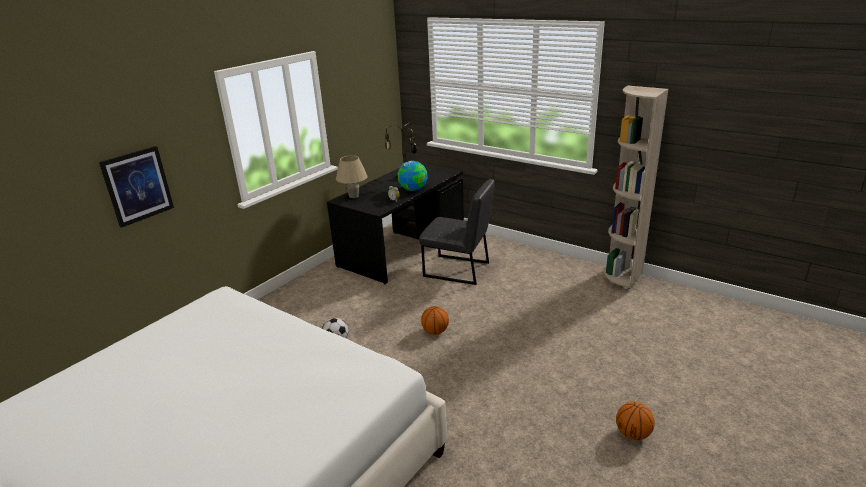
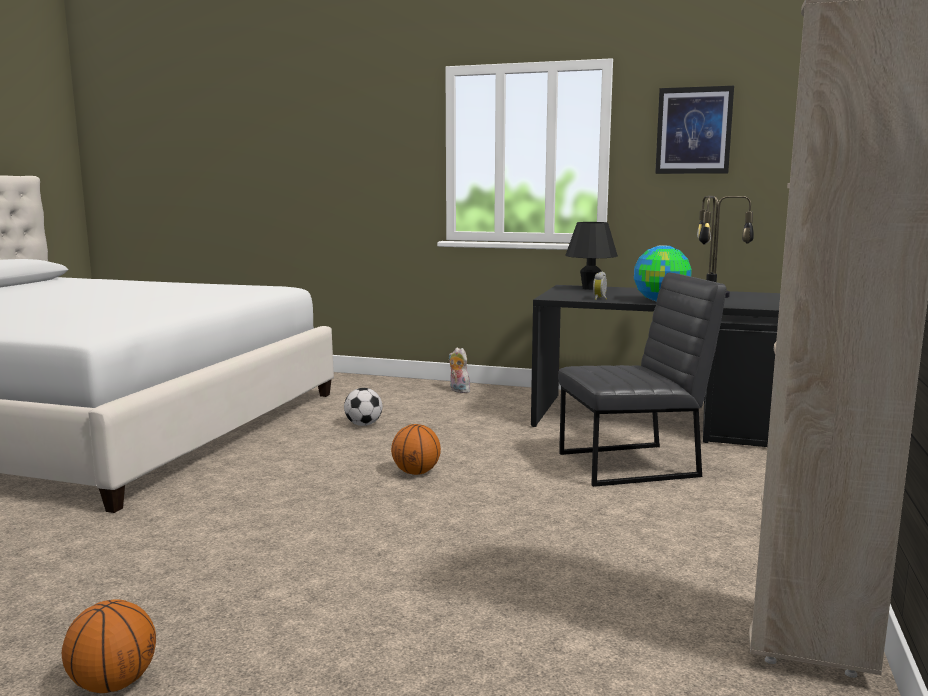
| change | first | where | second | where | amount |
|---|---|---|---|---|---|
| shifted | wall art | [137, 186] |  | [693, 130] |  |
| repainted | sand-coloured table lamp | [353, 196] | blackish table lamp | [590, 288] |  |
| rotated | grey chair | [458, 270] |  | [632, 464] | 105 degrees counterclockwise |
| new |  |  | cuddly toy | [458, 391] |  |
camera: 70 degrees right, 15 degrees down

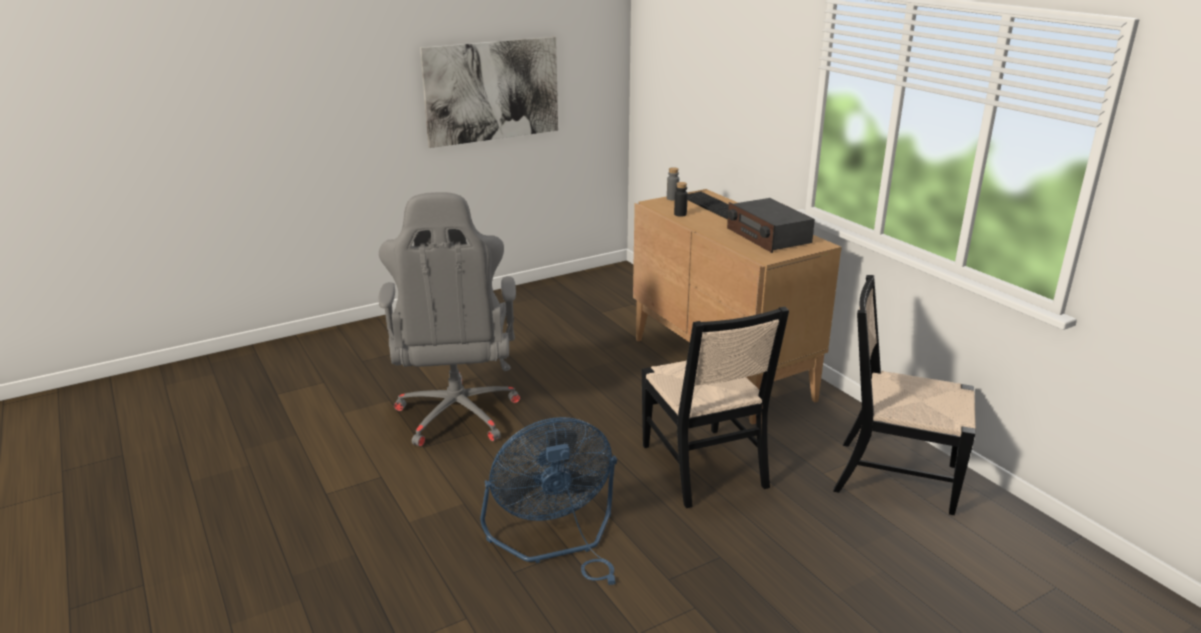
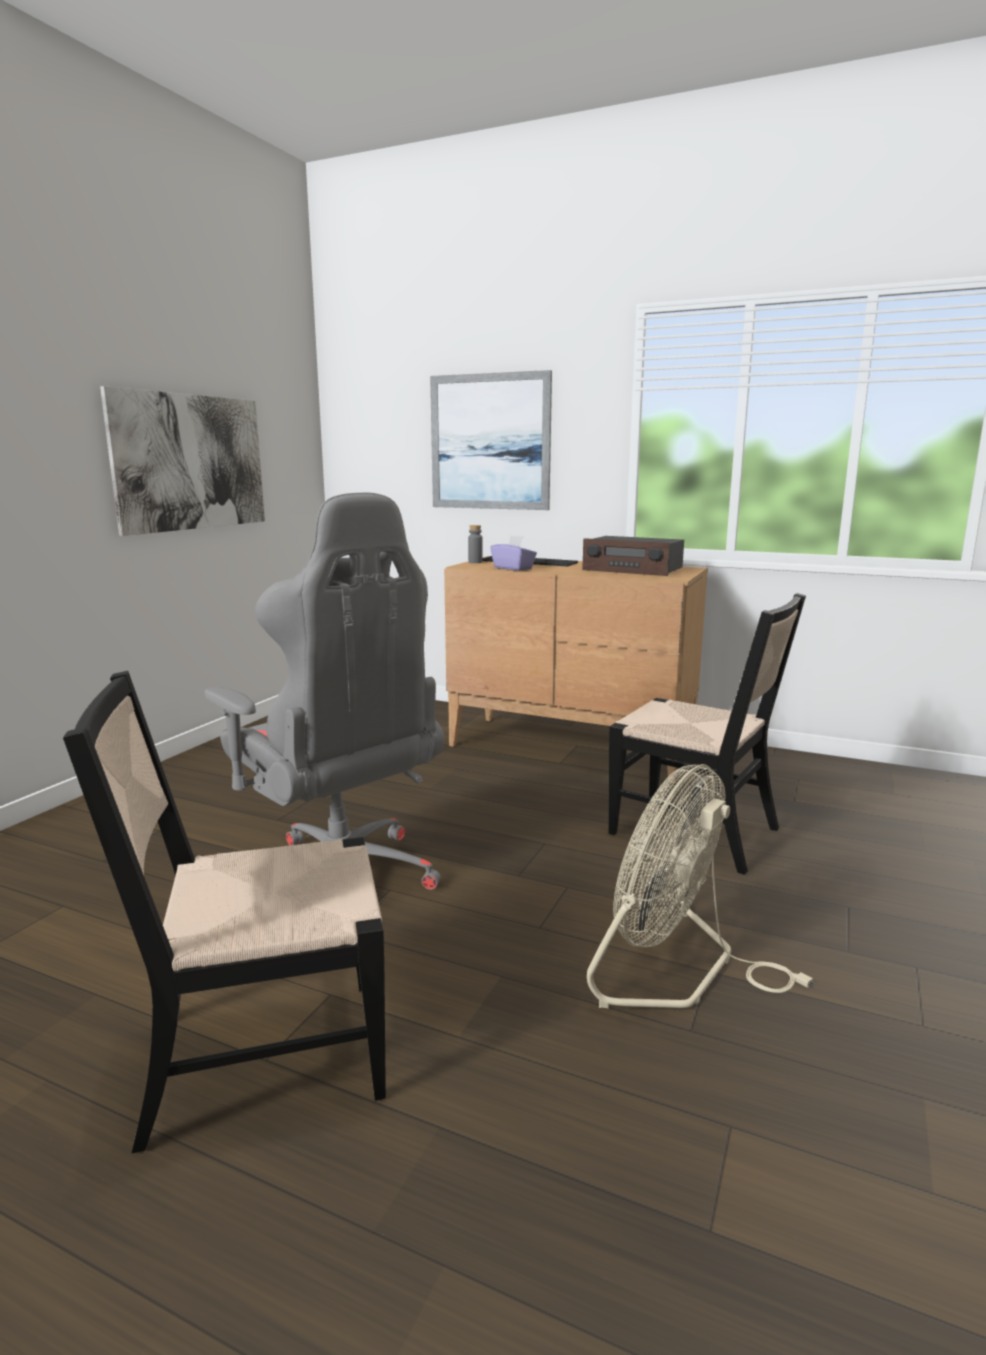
| change | first | where | second | where | amount |
|---|---|---|---|---|---|
| repainted | blue-coloured cooling fan | [562, 542] | sand-coloured cooling fan | [686, 966] |  |
| swapped | blackish drink bottle | [680, 214] | purplish tissue box | [513, 568] |  |
| shifted | chair | [894, 477] |  | [265, 1056] |  |
| new |  |  | wall art | [490, 442] |  |
camera: 35 degrees left, 10 degrees down

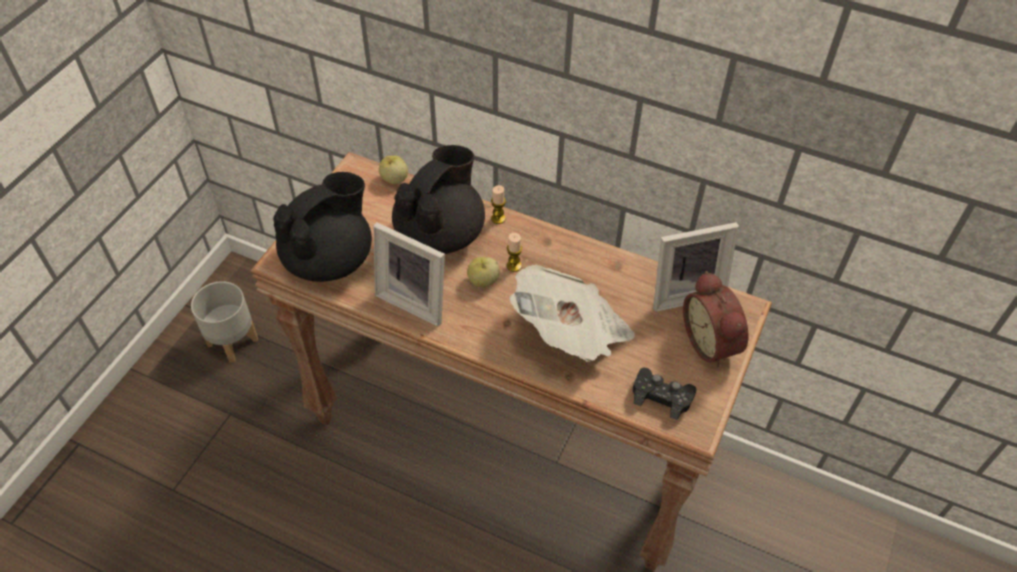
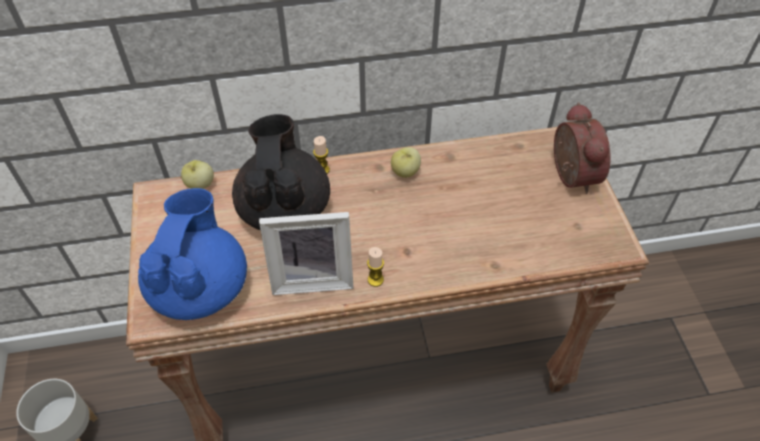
| change | first | where | second | where | amount |
|---|---|---|---|---|---|
| repainted | blackish pot for tea | [330, 259] | blue-coloured pot for tea | [200, 287] |  |
| shifted | whole apple | [483, 281] |  | [405, 172] |  |
| shifted | wax candle | [514, 266] |  | [375, 279] |  |
| gone | printed paper | [571, 332] |  |  |  |
| gone | blackish game controller | [662, 396] |  |  |  |
| gone | photo frame | [684, 291] |  |  |  |
| rotated | table clock | [712, 342] |  | [569, 175] | 135 degrees counterclockwise |
camera: 35 degrees left, 0 degrees up

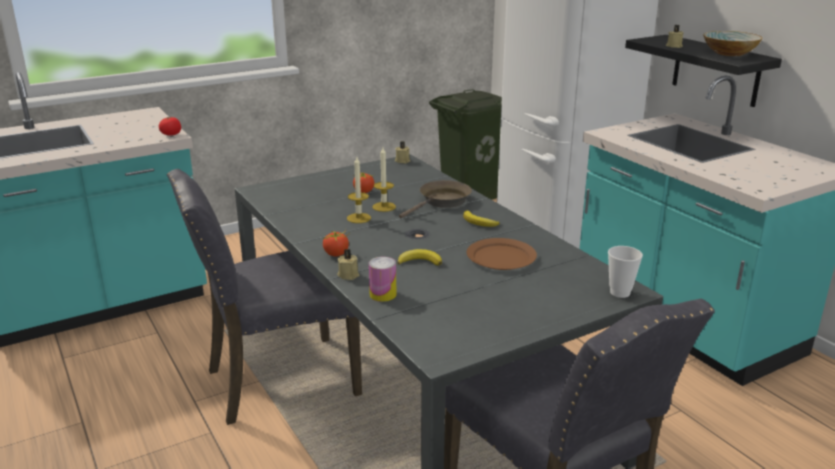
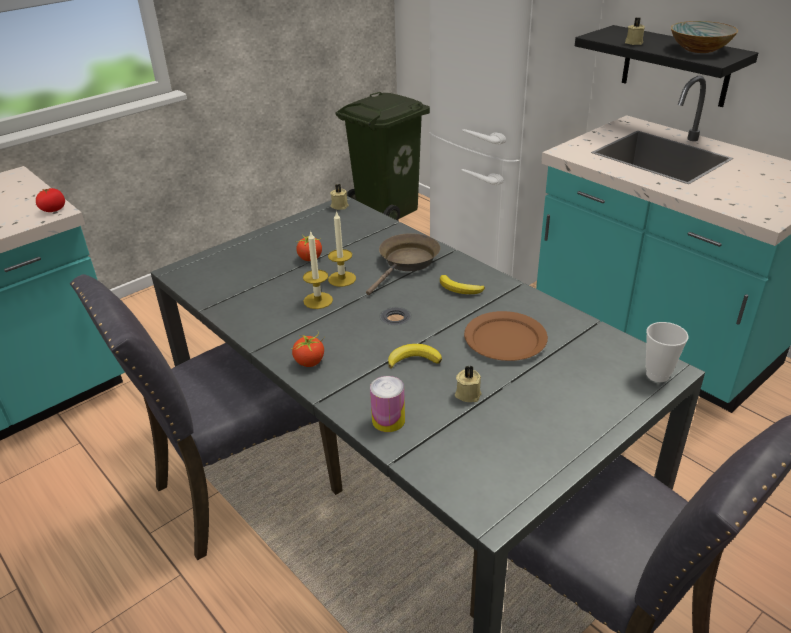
| change | first | where | second | where | amount |
|---|---|---|---|---|---|
| shifted | sand-coloured wax candle | [348, 275] |  | [467, 393] |  |
camera: 10 degrees left, 10 degrees up

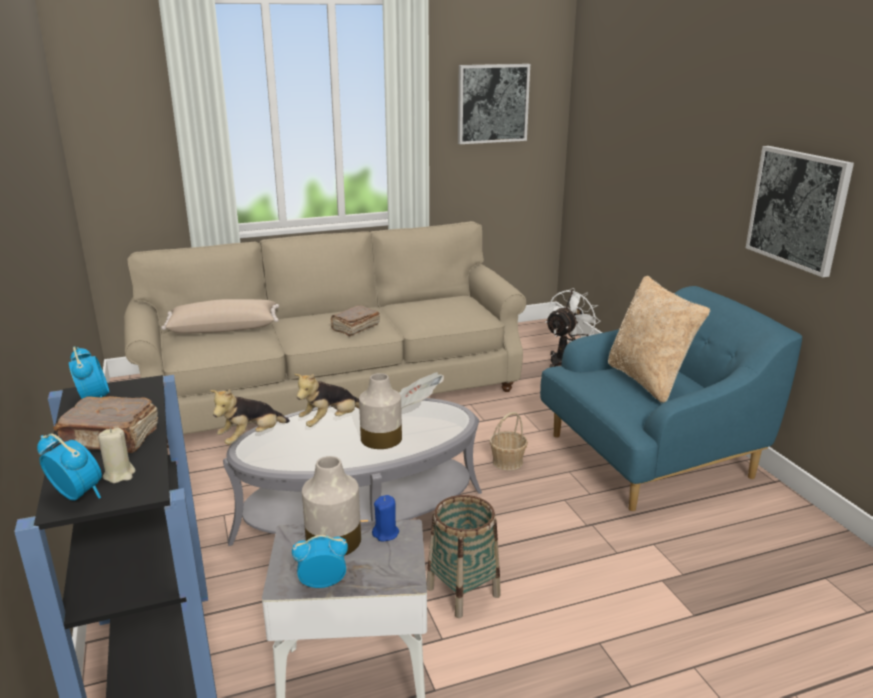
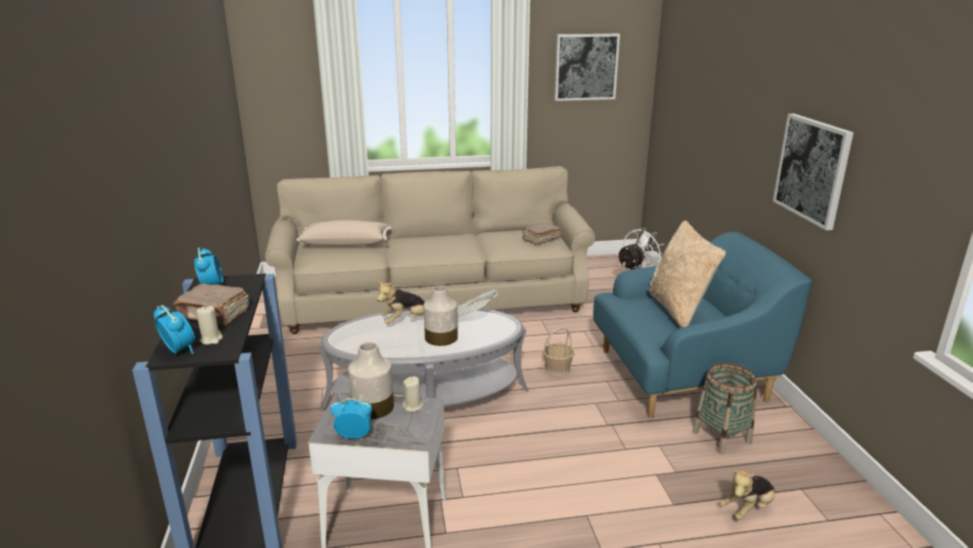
| change | first | where | second | where | amount |
|---|---|---|---|---|---|
| shifted | cuddly toy | [251, 438] |  | [748, 509] |  |
| shifted | brown bound book | [355, 328] |  | [540, 239] |  |
| repainted | blue-coloured wax candle | [386, 533] | sand-coloured wax candle | [413, 406] |  |
| shifted | household basket | [463, 592] |  | [721, 437] |  |
camera: 10 degrees right, 0 degrees up

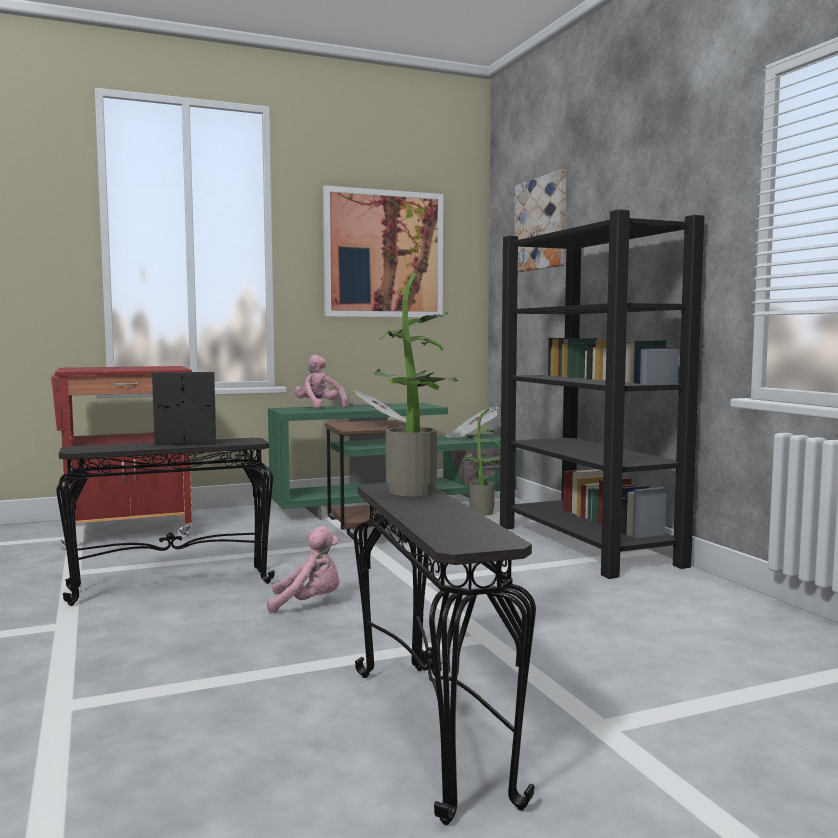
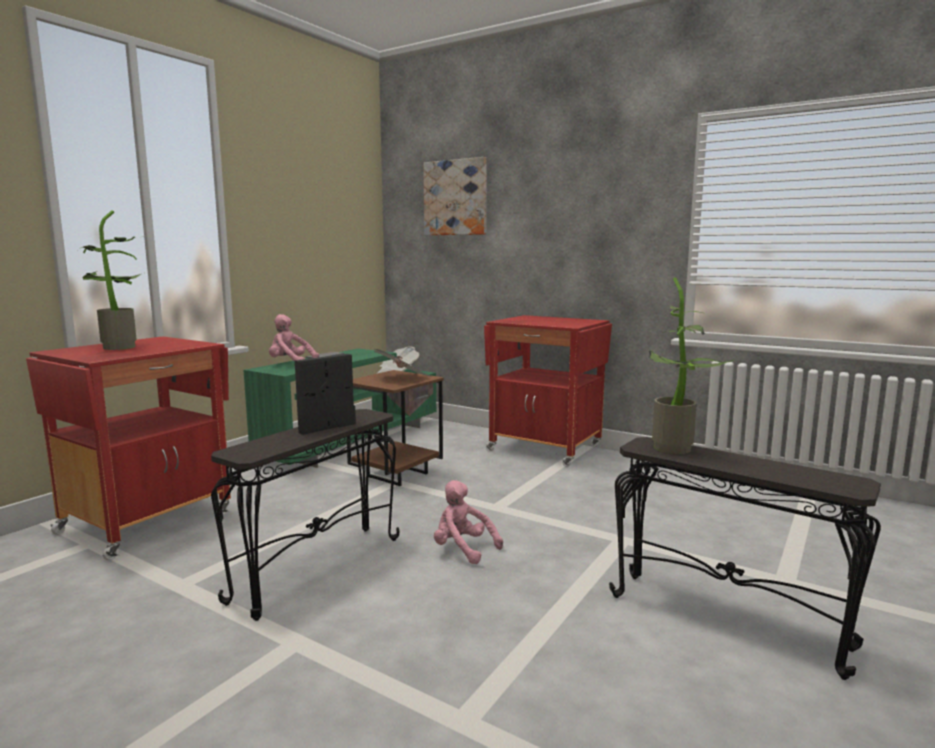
| change | first | where | second | where | amount |
|---|---|---|---|---|---|
| rotated | pinkish cuddly toy | [308, 603] |  | [463, 549] | 105 degrees counterclockwise |
| gone | wall art | [383, 254] |  |  |  |
| shifted | plant in a pot | [481, 514] |  | [119, 348] |  |
| swapped | blackish bookcase | [587, 545] | red-coloured wheeled cart | [546, 449] |  |
camera: 35 degrees left, 5 degrees up

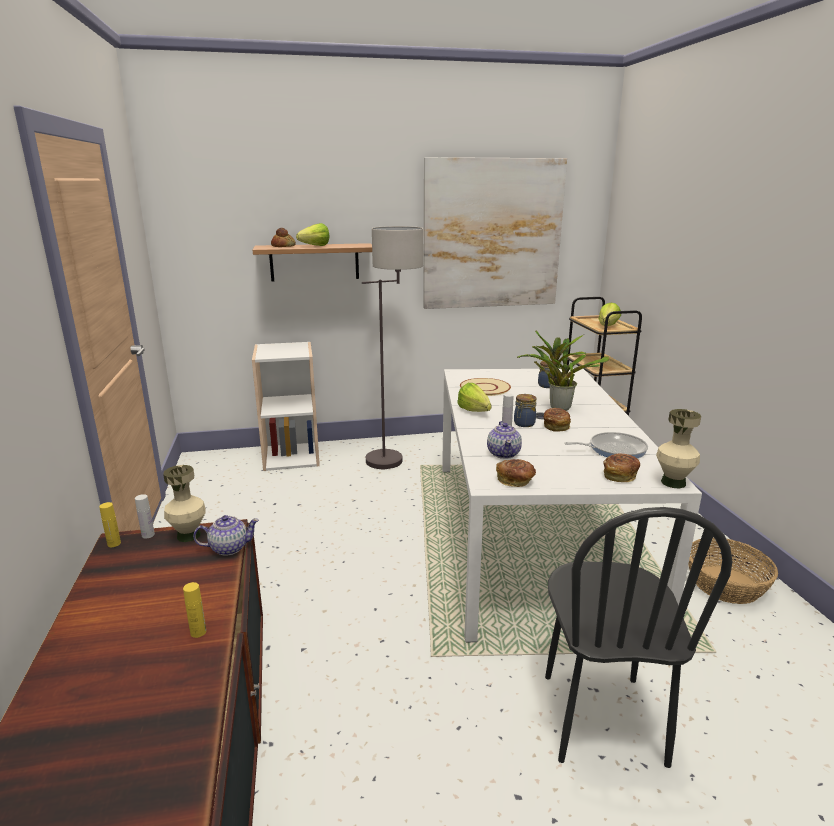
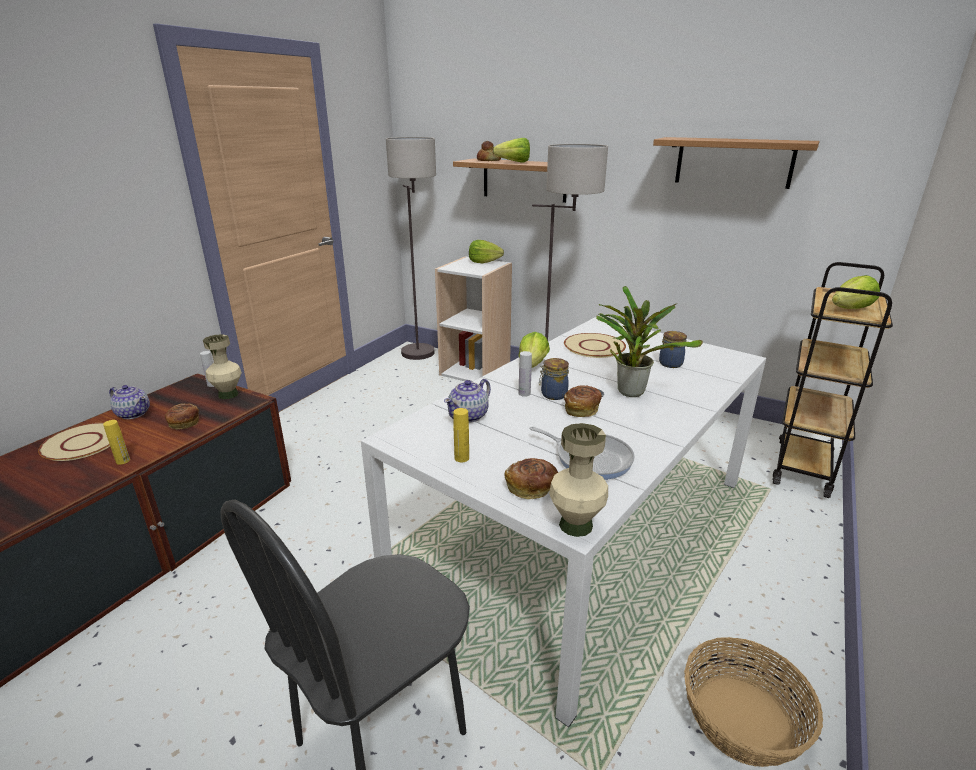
| change | first | where | second | where | amount |
|---|---|---|---|---|---|
| shifted | yellow-coloured drink bottle | [114, 544] |  | [461, 458] |  |
| shifted | pot for tea | [228, 548] |  | [133, 413] |  |
| swapped | wall art | [492, 234] | shelf | [734, 162] |  |
| shifted | bakery bread | [515, 481] |  | [184, 424] |  |
| new |  |  | sand-coloured plate | [82, 443] |  |
| new |  |  | grey standard lamp | [421, 357] |  |
| new |  |  | lettuce | [484, 262] |  |
camera: 40 degrees right, 5 degrees up

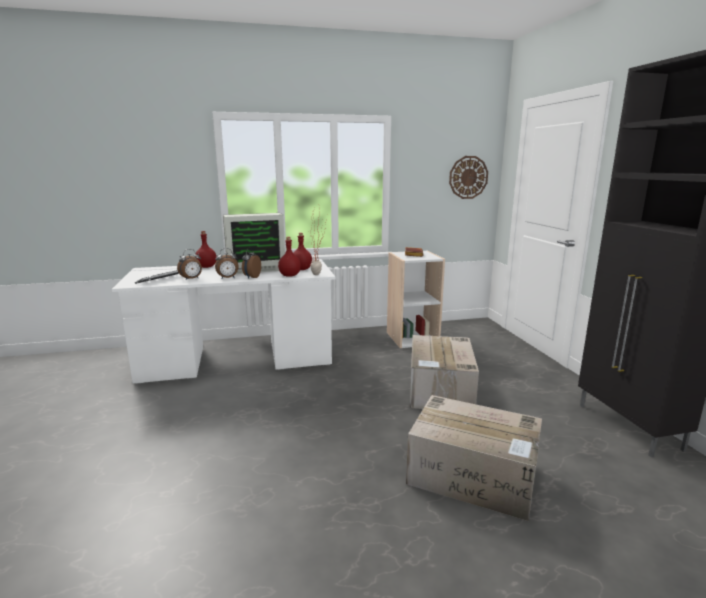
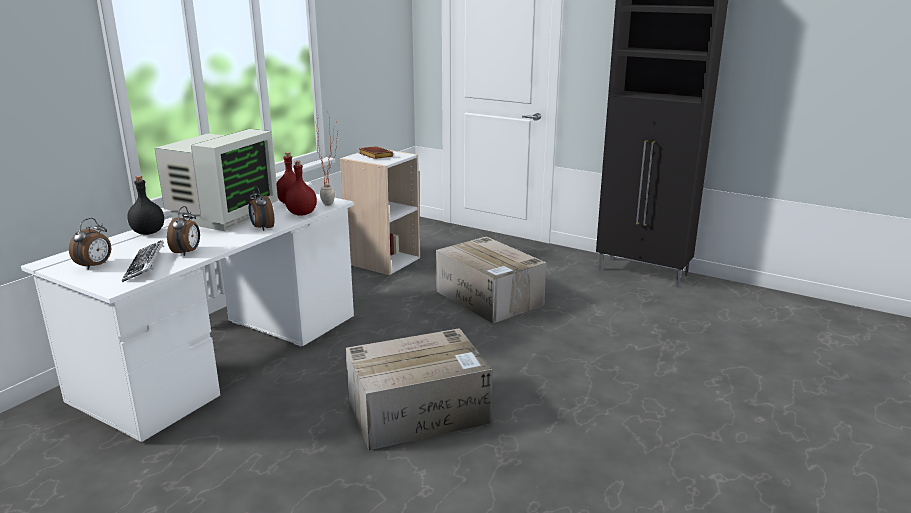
| change | first | where | second | where | amount |
|---|---|---|---|---|---|
| repainted | red-coloured drink bottle | [206, 267] | blackish drink bottle | [147, 232] |  |
| shifted | table clock | [228, 278] |  | [95, 266] |  |
| shifted | packing box | [474, 475] |  | [419, 410] |  |
| gone | hanging clock | [468, 177] |  |  |  |
camera: 45 degrees left, 5 degrees up

